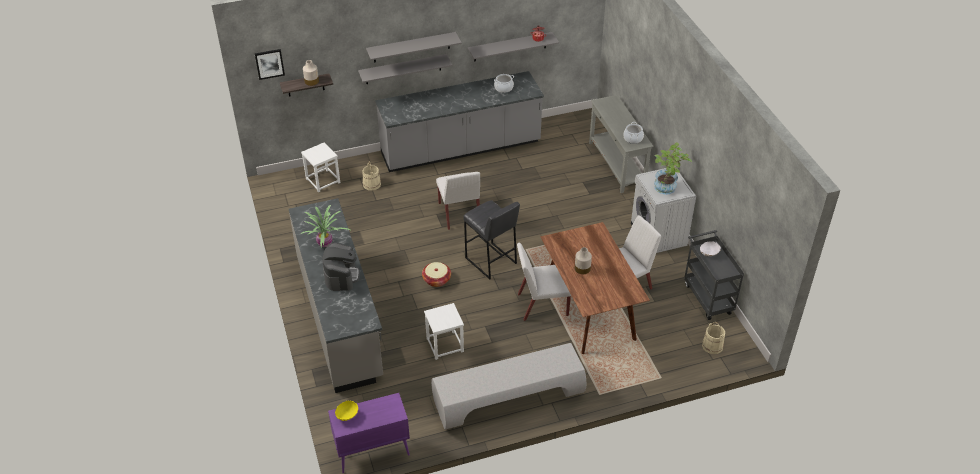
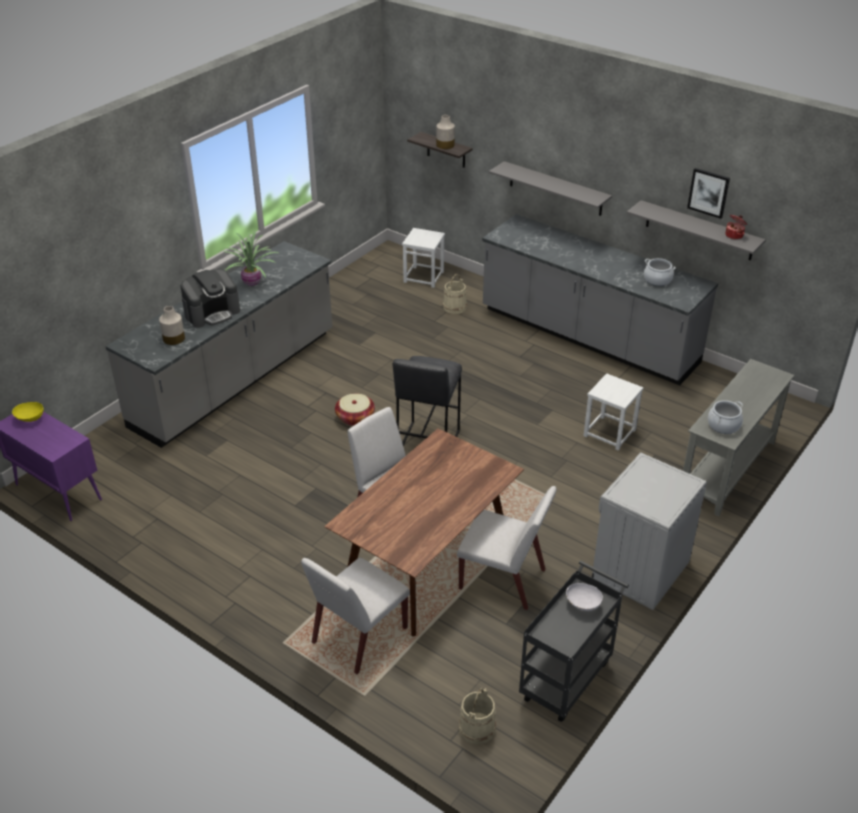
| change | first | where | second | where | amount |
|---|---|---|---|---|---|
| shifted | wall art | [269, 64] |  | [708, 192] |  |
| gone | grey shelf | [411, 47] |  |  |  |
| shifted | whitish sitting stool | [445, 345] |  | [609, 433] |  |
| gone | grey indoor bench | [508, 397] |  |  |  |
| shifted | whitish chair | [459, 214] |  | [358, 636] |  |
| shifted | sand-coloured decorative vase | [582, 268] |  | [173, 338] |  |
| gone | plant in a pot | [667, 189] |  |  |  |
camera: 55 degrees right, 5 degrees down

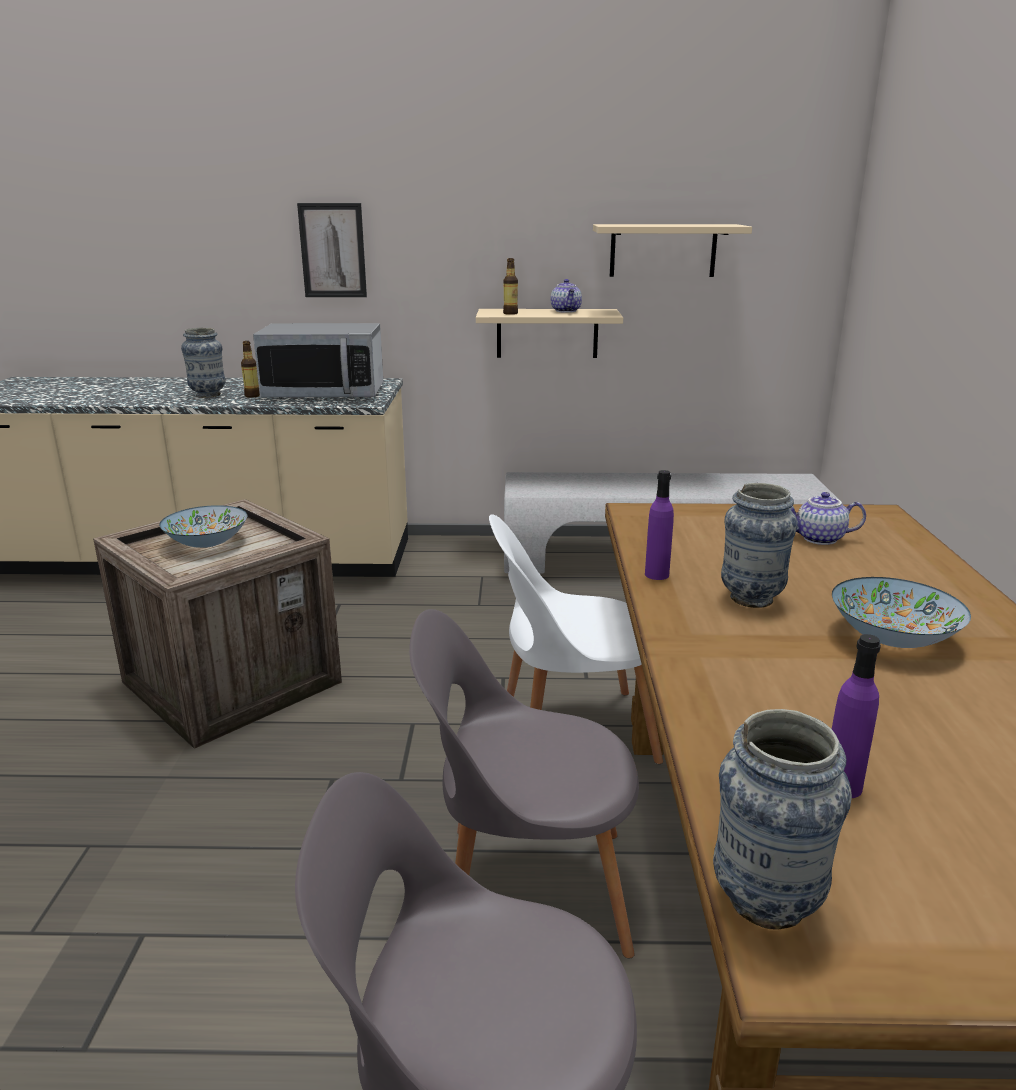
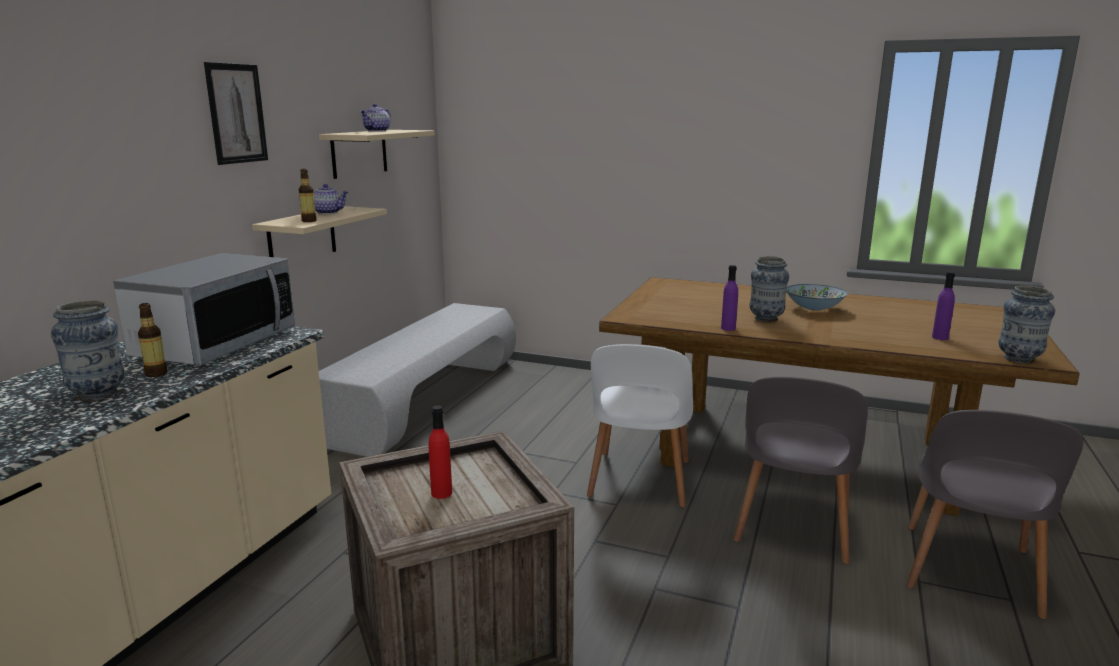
| change | first | where | second | where | amount |
|---|---|---|---|---|---|
| swapped | deep dish | [207, 543] | red-coloured drink bottle | [441, 493] |  |
| shifted | wall art | [333, 250] |  | [236, 113] |  |
| shifted | pot for tea | [819, 539] |  | [377, 131] |  |
camera: 70 degrees left, 5 degrees down

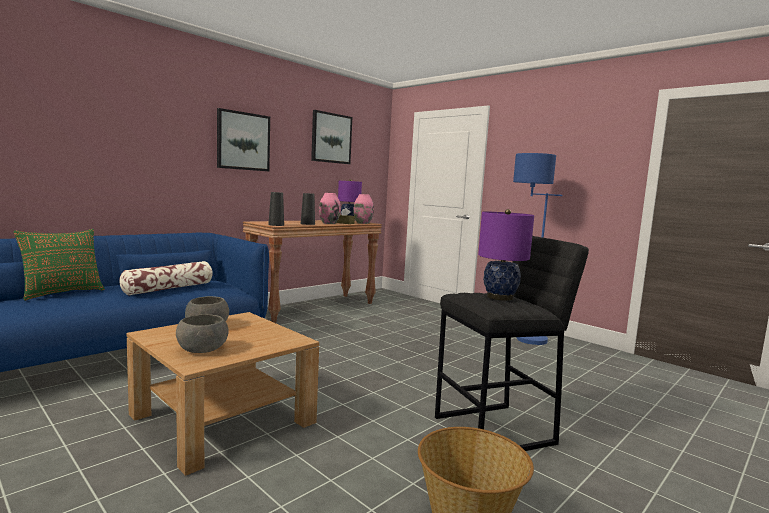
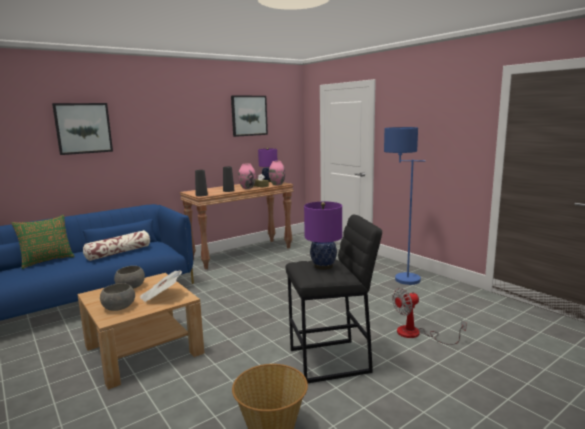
| change | first | where | second | where | amount |
|---|---|---|---|---|---|
| shifted | wall art | [243, 141] |  | [83, 128] |  |
| new |  |  | printed paper | [161, 296] |  |
| new |  |  | cooling fan | [417, 334] |  |
camera: 10 degrees right, 5 degrees up

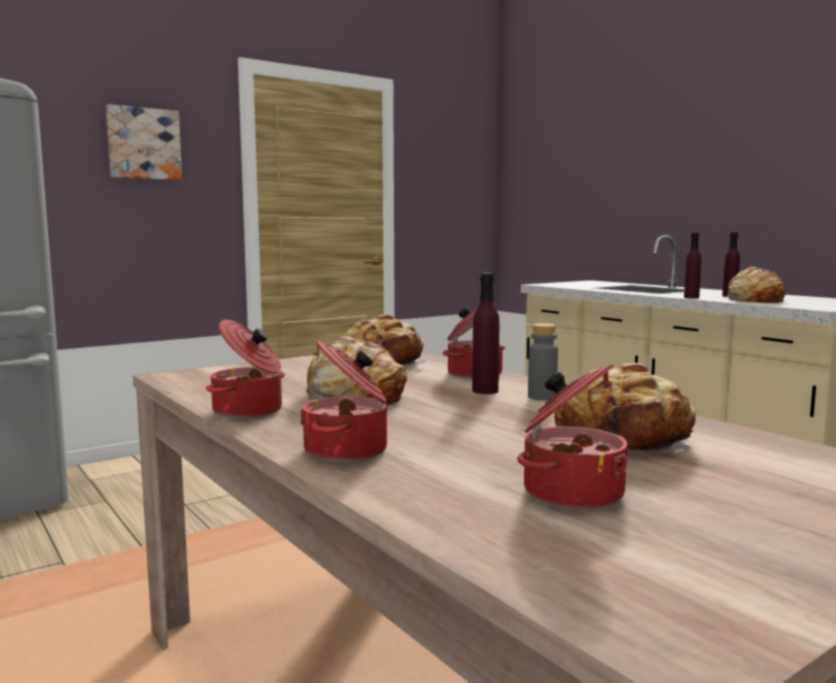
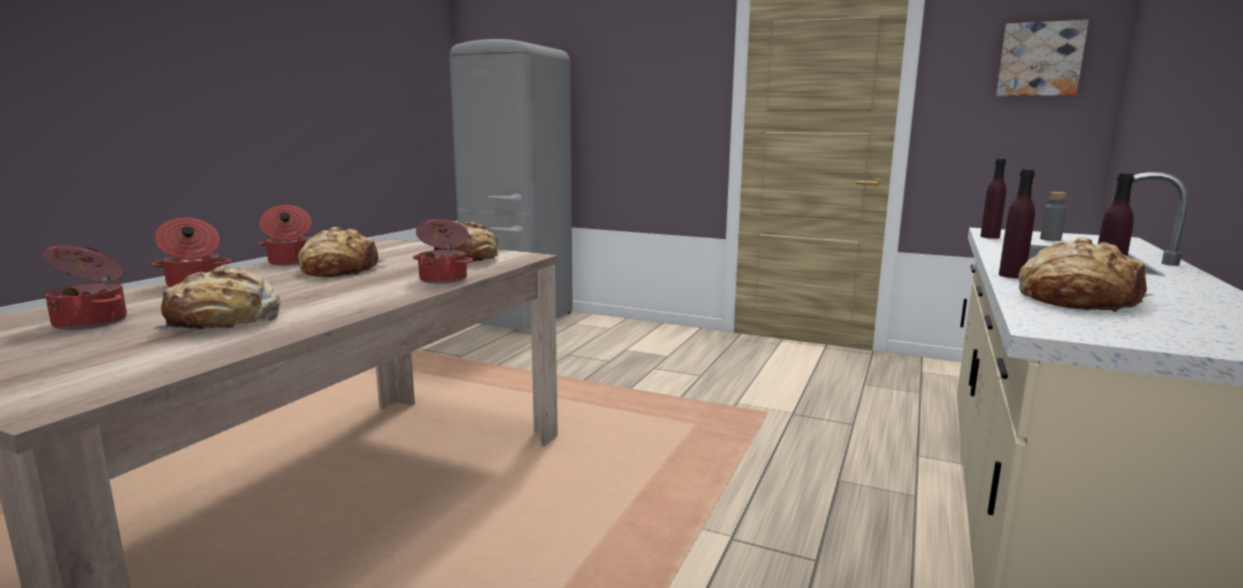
| change | first | where | second | where | amount |
|---|---|---|---|---|---|
| shifted | wall art | [143, 144] |  | [1039, 59] |  |
| shifted | purplish drink bottle | [485, 391] |  | [989, 237] |  |
| shifted | grey drink bottle | [542, 397] |  | [1050, 239] |  |
camera: 60 degrees right, 5 degrees up

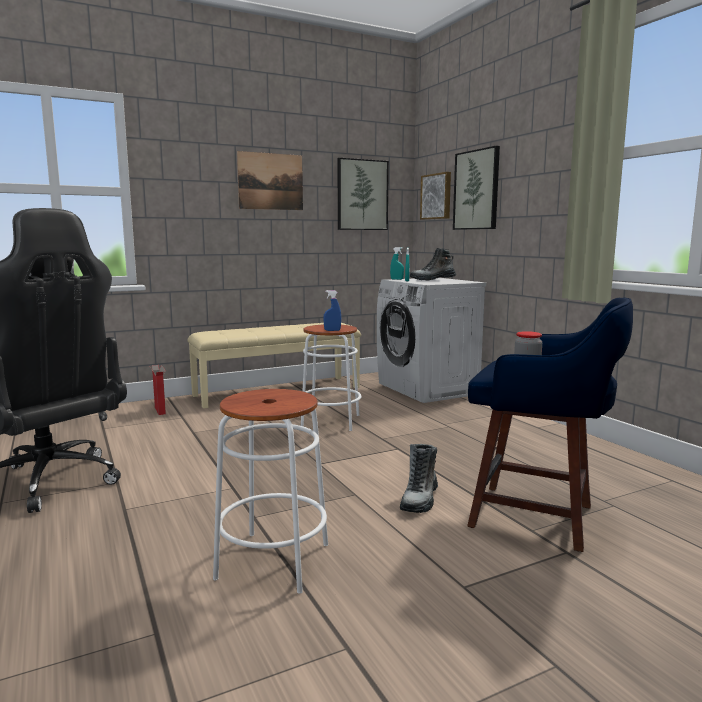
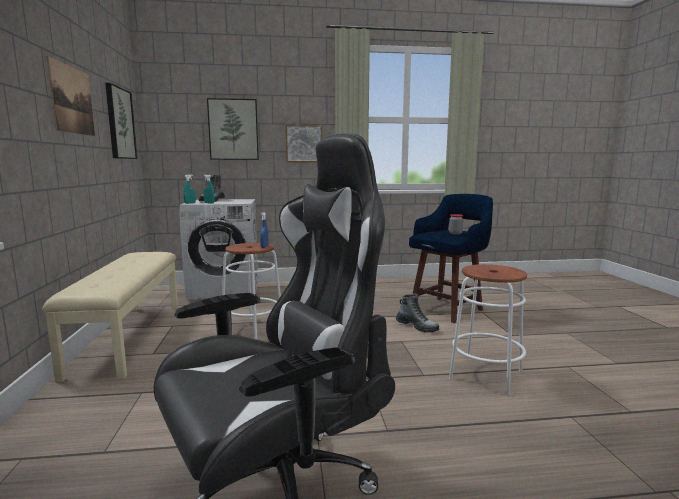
| change | first | where | second | where | amount |
|---|---|---|---|---|---|
| gone | packing box | [160, 411] |  |  |  |
| shifted | wall art | [437, 196] |  | [304, 143] |  |
camera: 70 degrees left, 0 degrees up

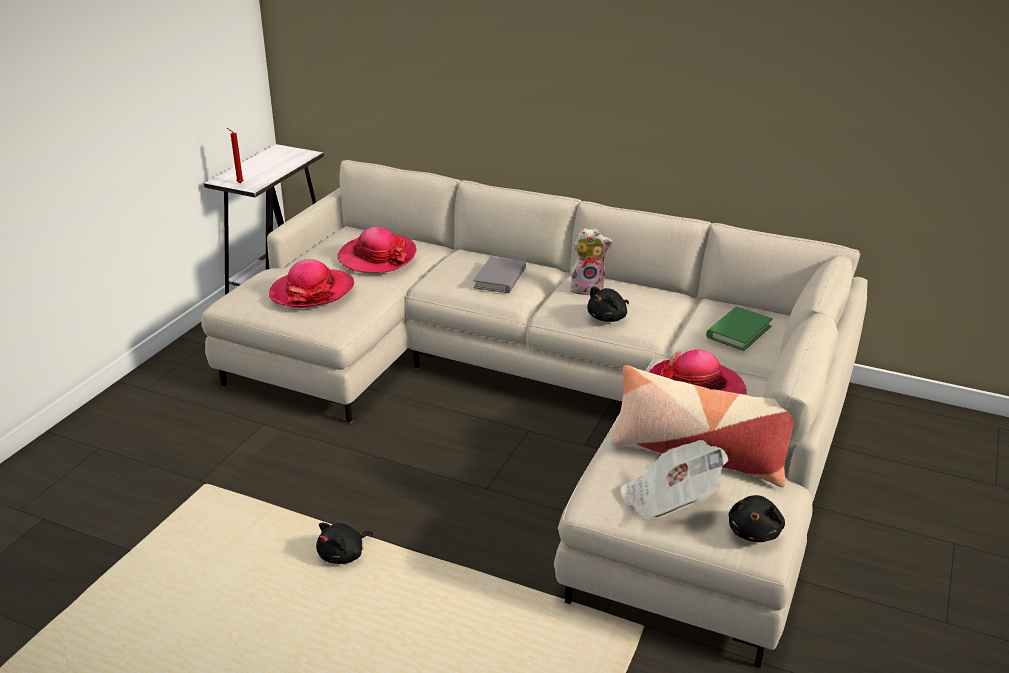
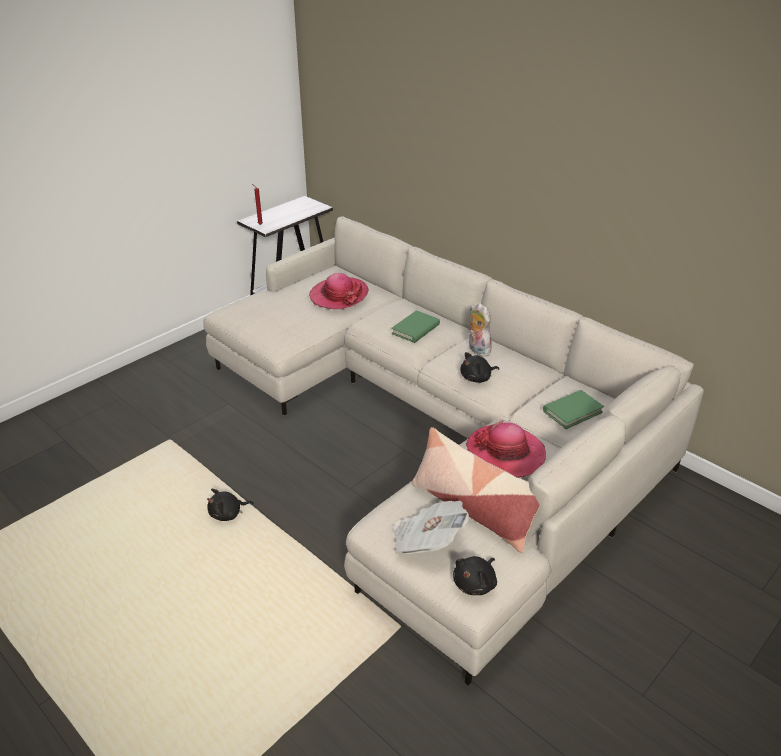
| change | first | where | second | where | amount |
|---|---|---|---|---|---|
| gone | wearable hat | [312, 291] |  |  |  |
| repainted | grey bound book | [500, 278] | greenish bound book | [415, 329] |  |
| rotated | cuddly toy | [587, 288] |  | [477, 350] | 135 degrees counterclockwise |
camera: 20 degrees right, 5 degrees up

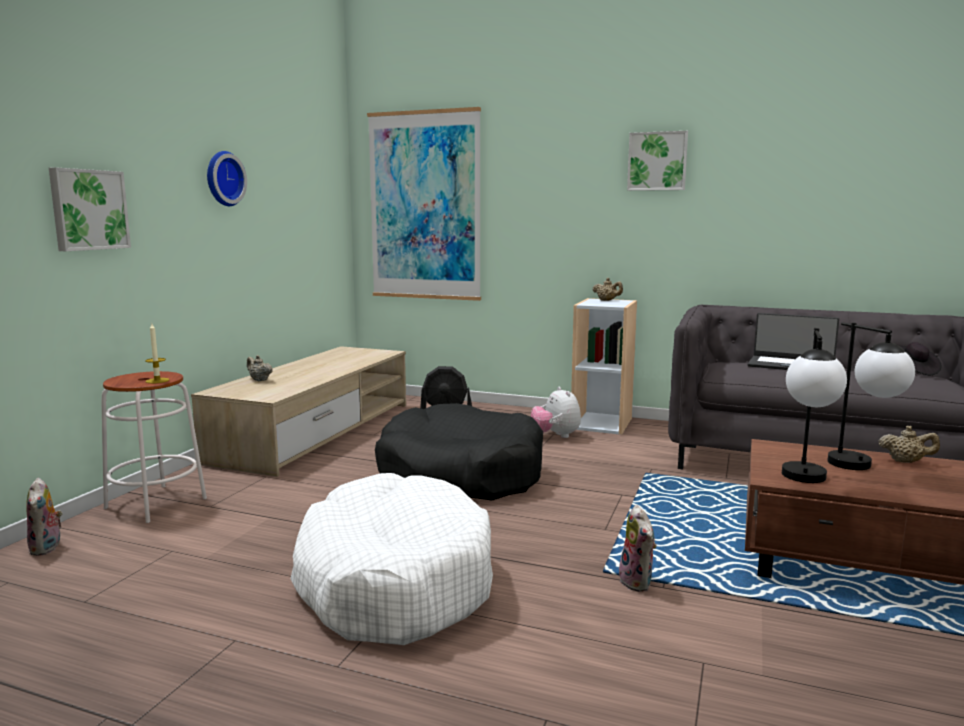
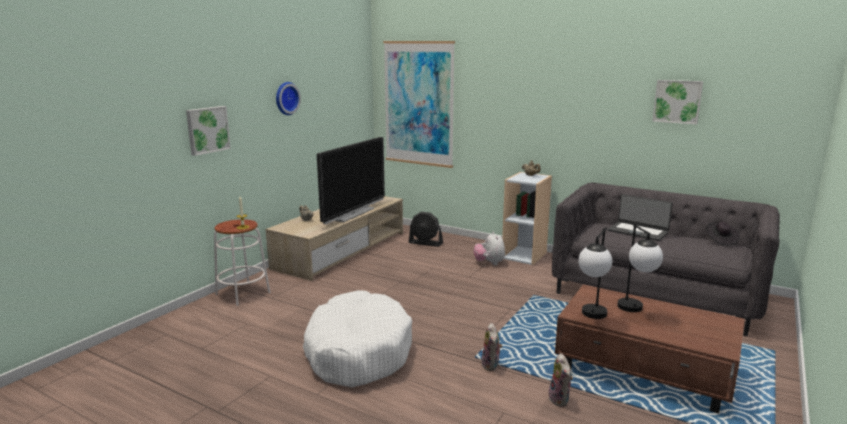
| change | first | where | second | where | amount |
|---|---|---|---|---|---|
| shifted | cuddly toy | [47, 548] |  | [560, 400] |  |
| gone | blackish dog cushion | [460, 473] |  |  |  |
| shifted | wall art | [657, 161] |  | [677, 101] |  |
| gone | sand-coloured pot for tea | [906, 461] |  |  |  |
| new |  |  | TV set | [352, 214] |  |
camera: 10 degrees right, 5 degrees up

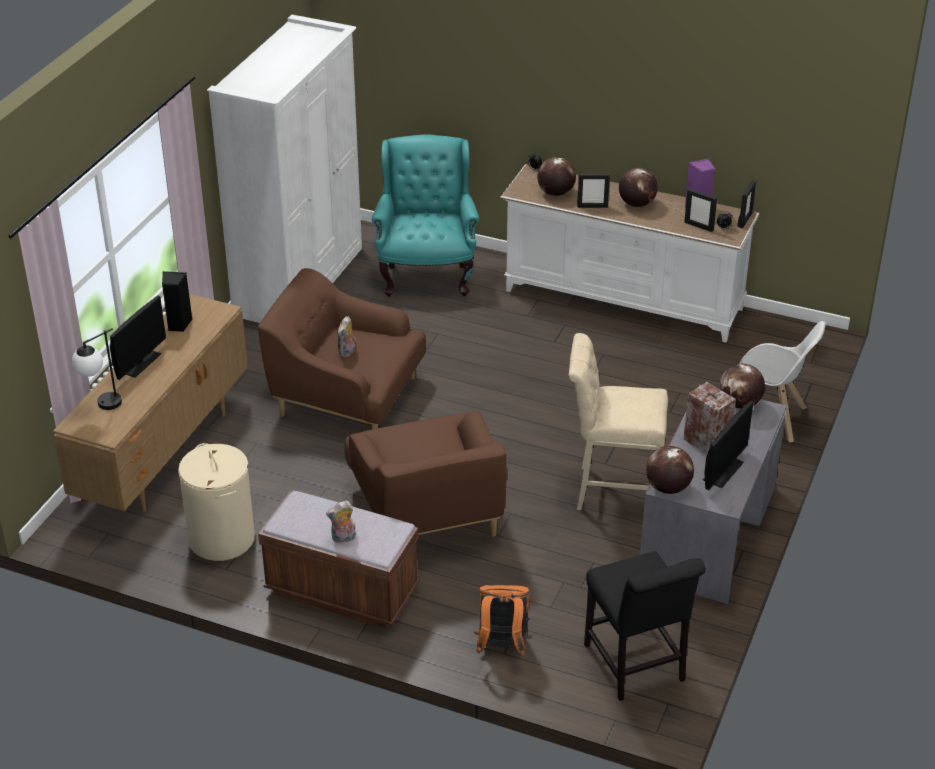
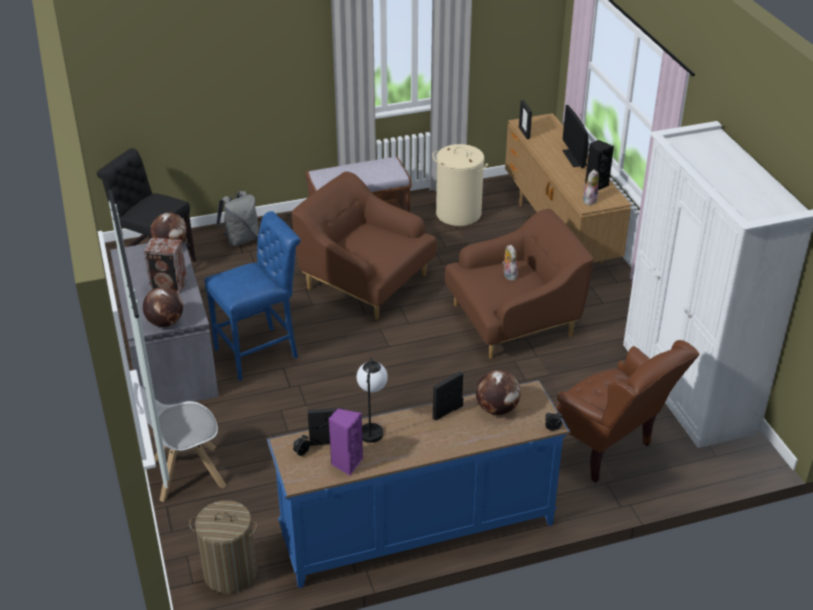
| change | first | where | second | where | amount |
|---|---|---|---|---|---|
| shifted | table lamp | [101, 407] |  | [372, 427] |  |
| shifted | cuddly toy | [343, 538] |  | [589, 200] |  |
| repainted | blue-green easy chair | [426, 274] | brown easy chair | [610, 453] |  |
| repainted | orangey rucksack | [502, 647] | grey rucksack | [241, 239] |  |
| repainted | whitish storage cabinet | [623, 300] | blue-coloured storage cabinet | [417, 528] |  |
| repainted | sand-coloured sitting stool | [612, 490] | blue-coloured sitting stool | [261, 352] |  |
| gone | globe | [636, 204] |  |  |  |
| gone | computer screen | [723, 471] |  |  |  |
| shifted | photo frame | [744, 220] |  | [524, 133] |  |
| new |  |  | washing basket | [230, 573] |  |
camera: 140 degrees right, 0 degrees up

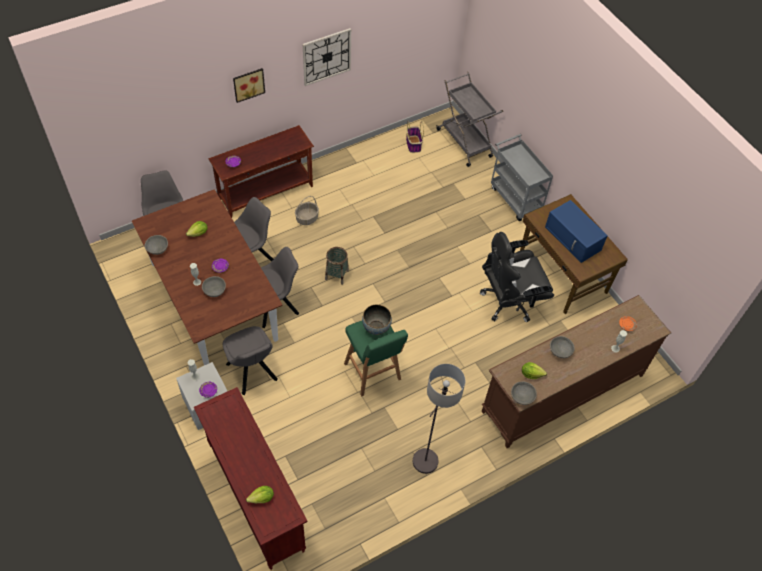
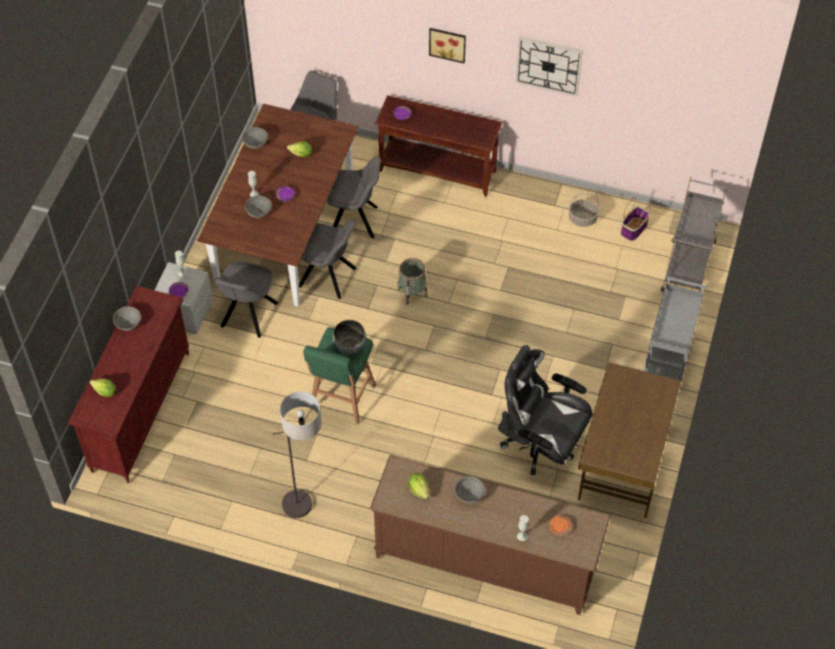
| change | first | where | second | where | amount |
|---|---|---|---|---|---|
| shifted | household basket | [307, 218] |  | [582, 219] |  |
| shifted | grey deep dish | [522, 396] |  | [128, 323] |  |
| gone | blue-coloured kitchen microwave | [573, 239] |  |  |  |
camera: 50 degrees right, 0 degrees up

